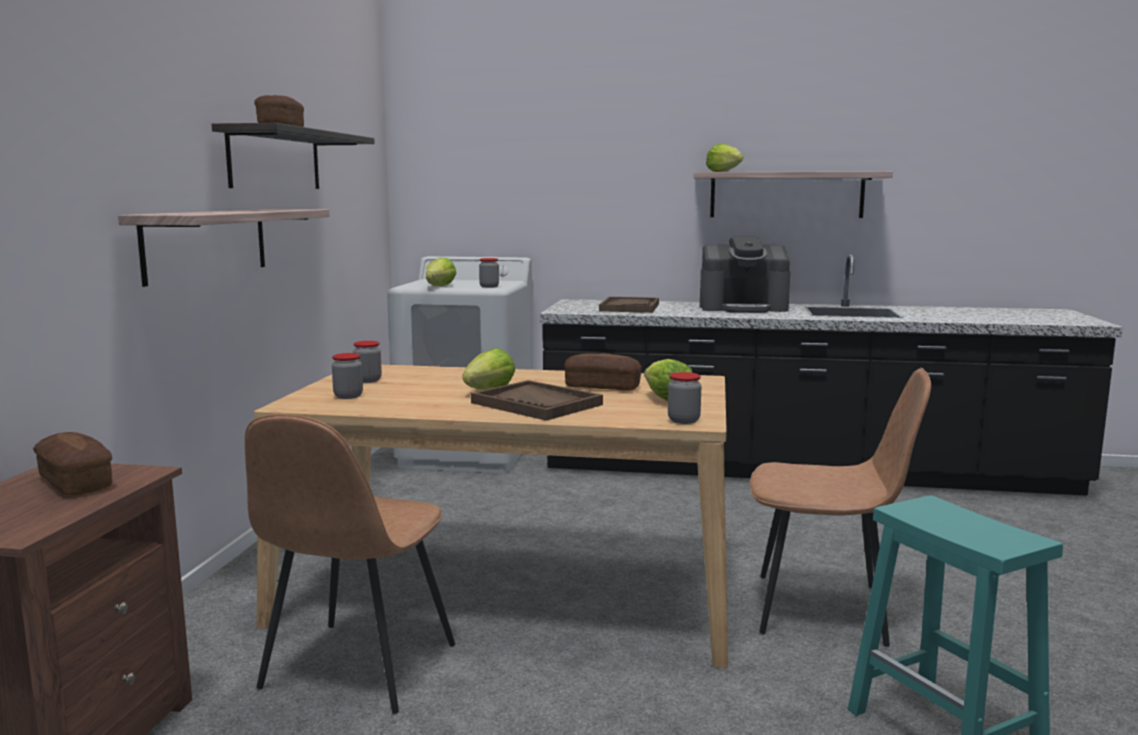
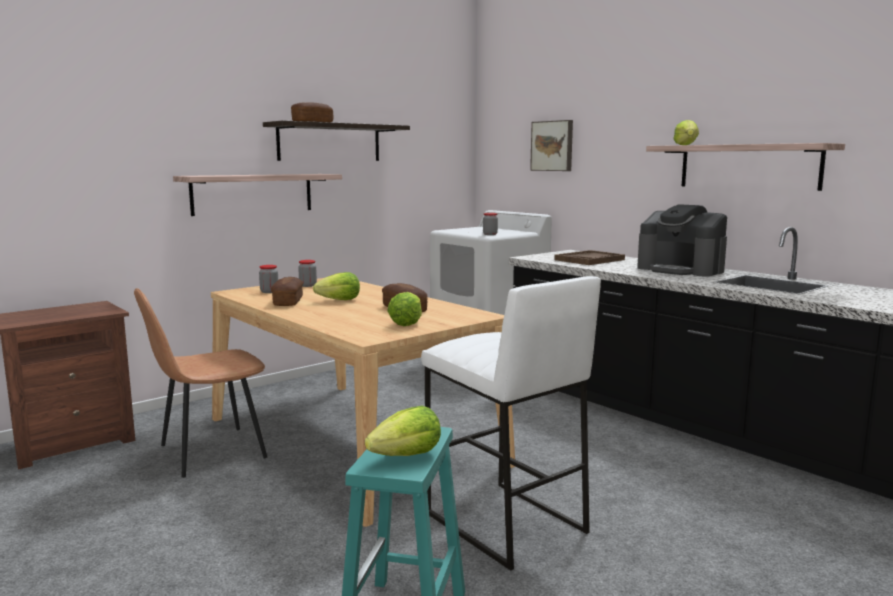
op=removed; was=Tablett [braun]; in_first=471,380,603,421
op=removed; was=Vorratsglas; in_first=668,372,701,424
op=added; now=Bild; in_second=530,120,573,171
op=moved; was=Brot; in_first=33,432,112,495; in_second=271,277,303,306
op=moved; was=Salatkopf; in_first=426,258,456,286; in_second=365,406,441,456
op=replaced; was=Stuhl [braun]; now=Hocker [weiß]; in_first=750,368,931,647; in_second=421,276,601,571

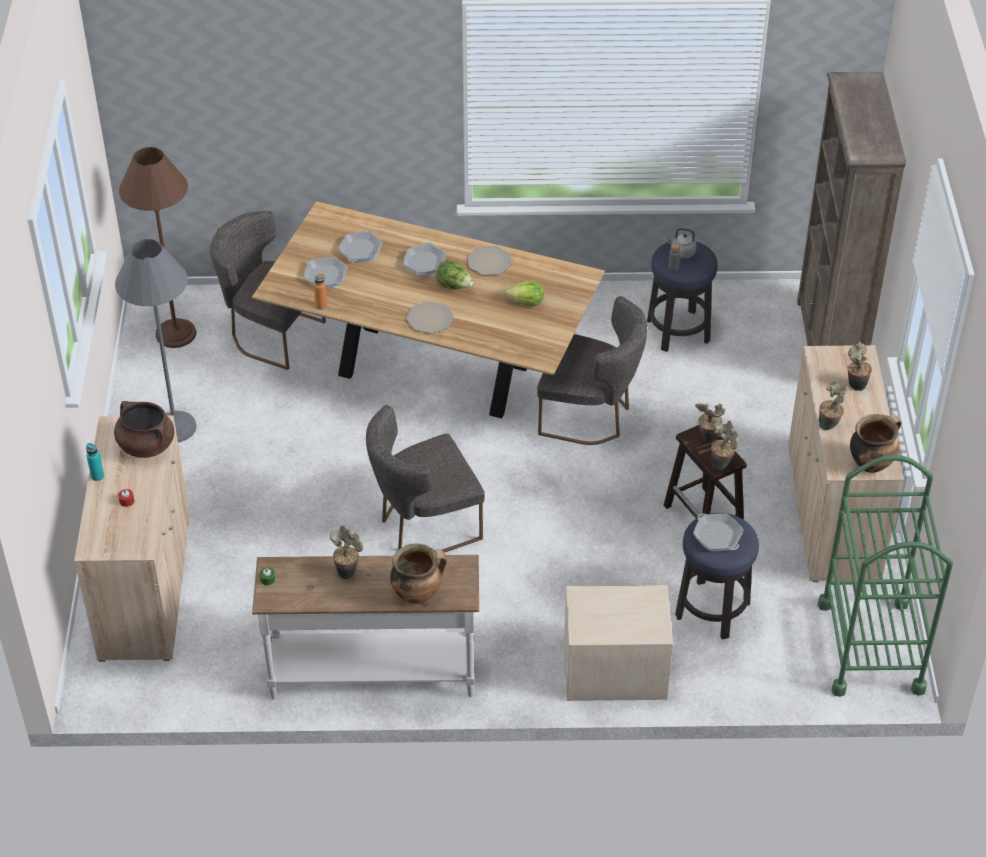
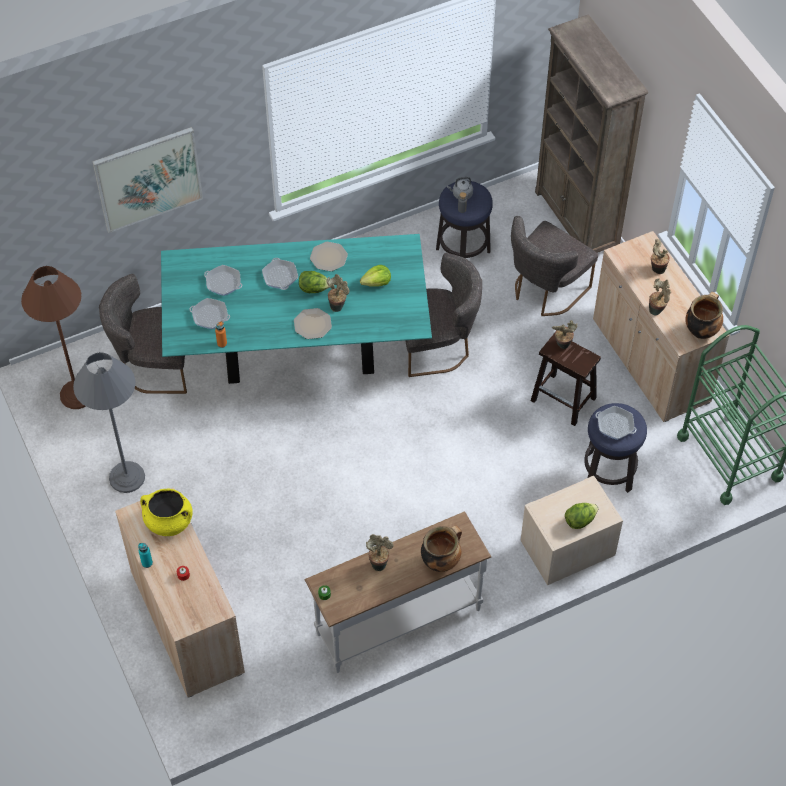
op=added; now=Bild; in_second=92,127,203,233
op=added; now=Salatkopf; in_second=565,503,599,529
op=moved; was=Stuhl [grau]; in_first=366,405,485,553; in_second=511,216,598,316
op=moved; was=Topfpflanze; in_first=711,420,739,470; in_second=326,274,349,312
op=recoloured; was=Kochtopf [braun]; now=Kochtopf [gelb]; in_first=114,401,174,458; in_second=140,489,193,536
op=recoloured; was=Esstisch [braun]; now=Esstisch [türkis]; in_first=252,201,605,418; in_second=161,234,432,384
op=turned; was=Pfanne; in_first=339,230,383,262; in_second=204,265,243,296; clockwise=120

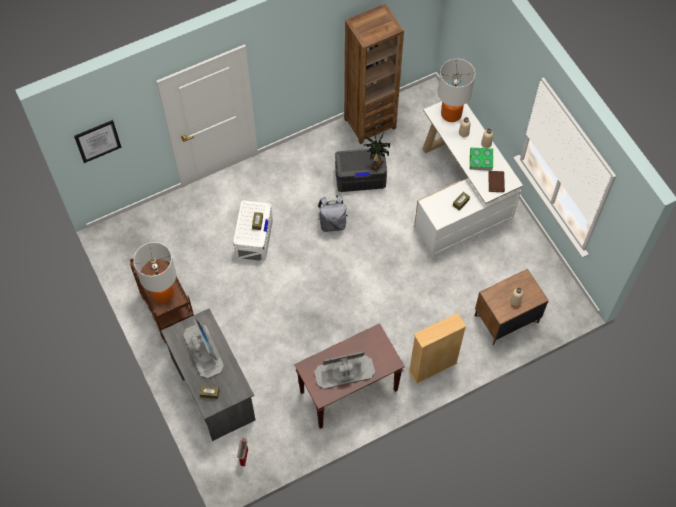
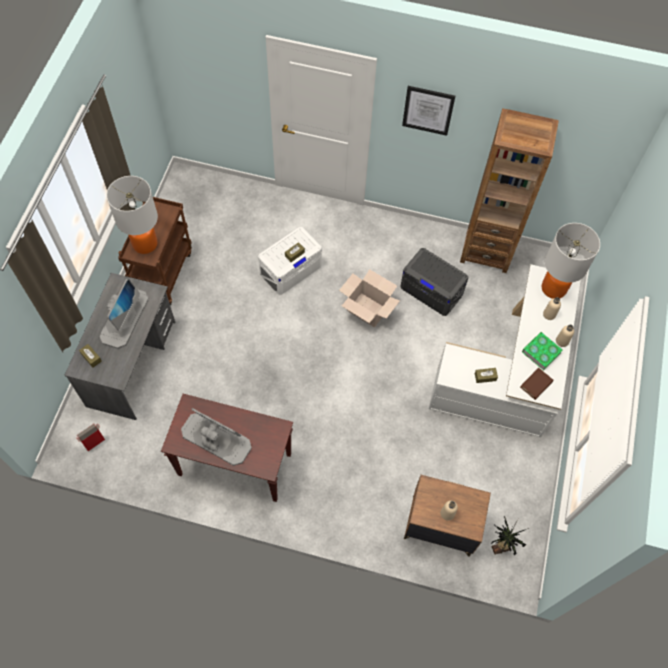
op=removed; was=Bücherregal [beige]; in_first=408,313,466,384
op=moved; was=Bild; in_first=74,120,122,163; in_second=402,86,455,136
op=moved; was=Topfpflanze; in_first=364,133,390,171; in_second=491,516,529,556
op=replaced; was=Rucksack [grau]; now=Karton; in_first=318,195,347,232; in_second=339,269,400,327

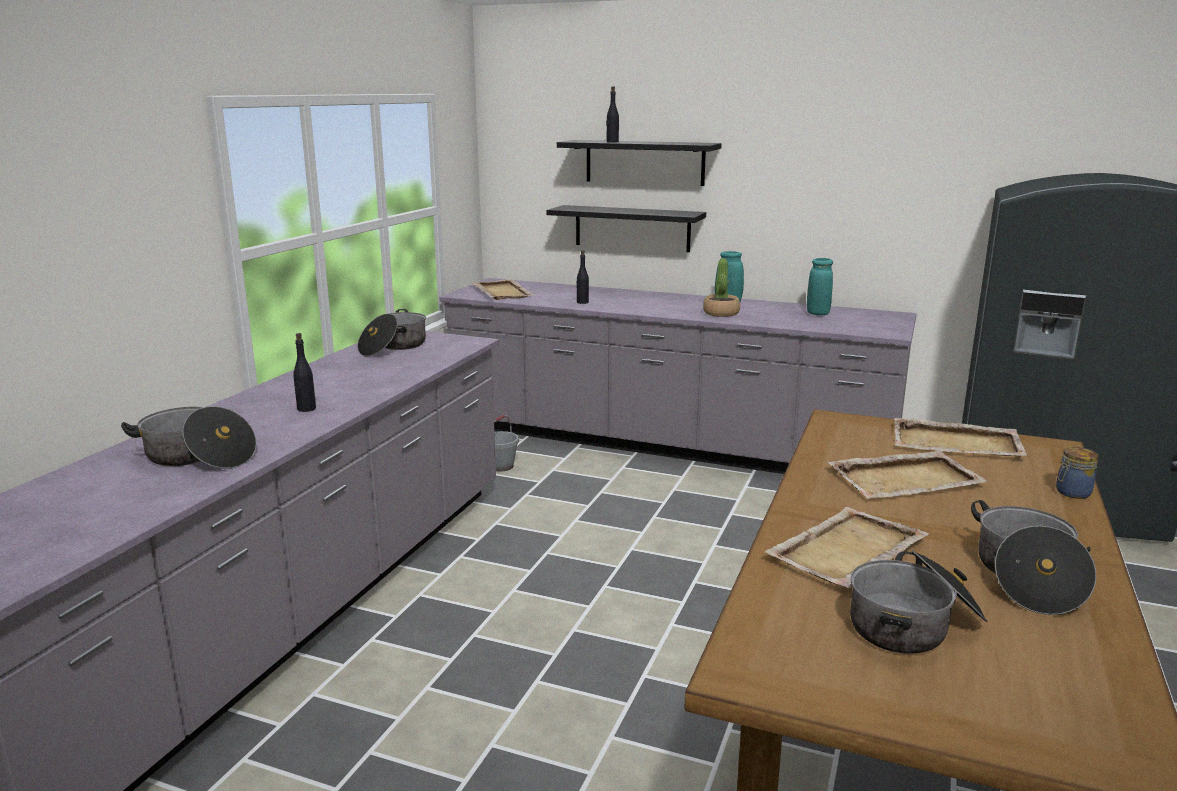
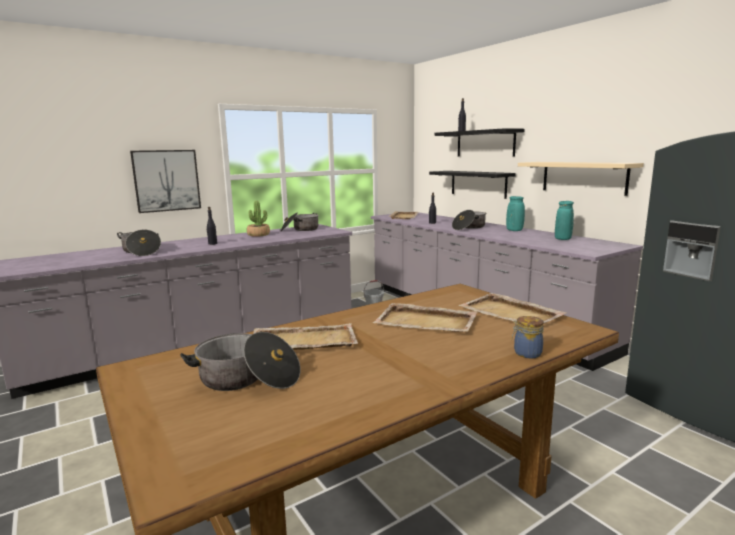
op=added; now=Bild; in_second=130,150,201,213
op=added; now=Wandregal [beige]; in_second=518,162,644,196
op=moved; was=Topfpflanze; in_first=703,258,740,317; in_second=247,201,270,237
op=moved; was=Kochtopf; in_first=971,500,1096,615; in_second=452,210,486,230

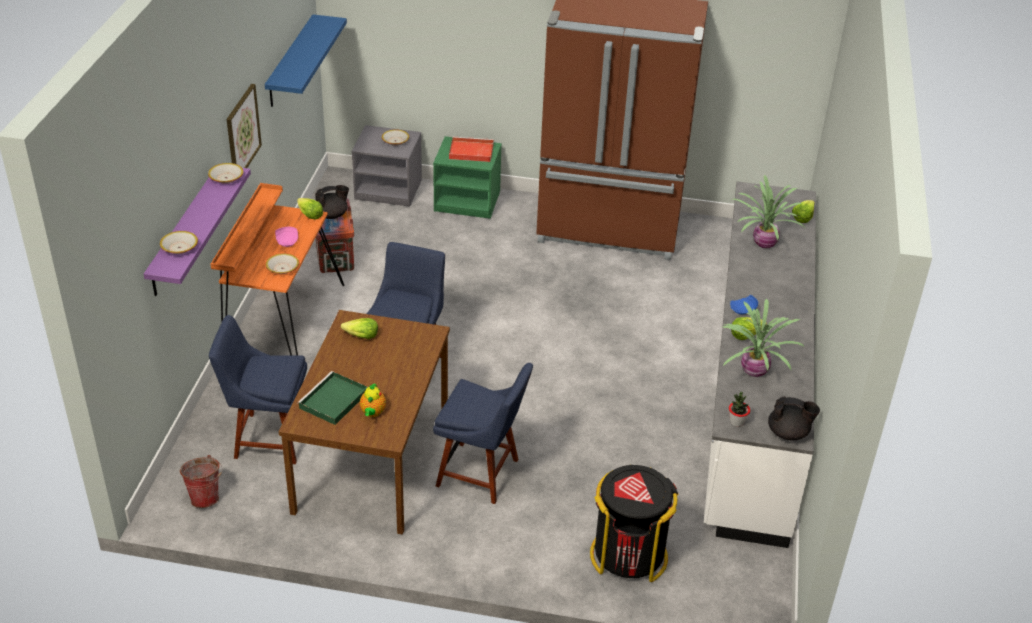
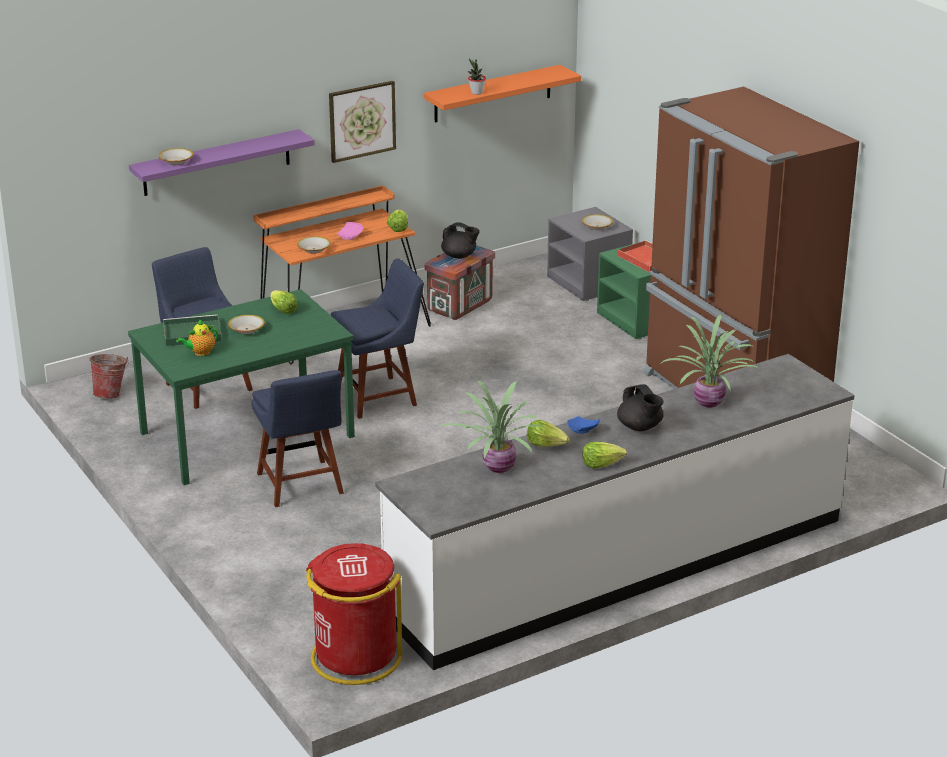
op=removed; was=Mülleimer [schwarz]; in_first=590,465,678,582
op=added; now=Mülleimer [rot]; in_second=306,543,402,685
op=moved; was=Schüssel; in_first=208,163,244,184; in_second=228,315,265,334
op=moved; was=Topfpflanze; in_first=729,392,750,427; in_second=468,58,486,95
op=moved; was=Teekanne [schwarz]; in_first=768,396,820,440; in_second=617,384,664,431
op=moved; was=Salatkopf; in_first=792,200,815,223; in_second=582,442,627,469
op=recoloured; was=Wandregal [blau]; now=Wandregal [orange]; in_first=265,14,347,107; in_second=424,65,581,122
op=recoloured; was=Esstisch [braun]; now=Esstisch [grün]; in_first=279,310,450,535; in_second=128,289,355,485

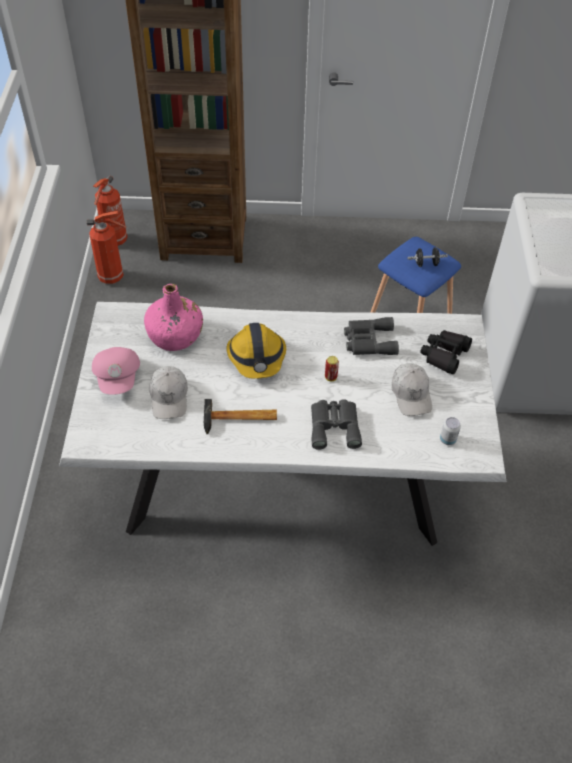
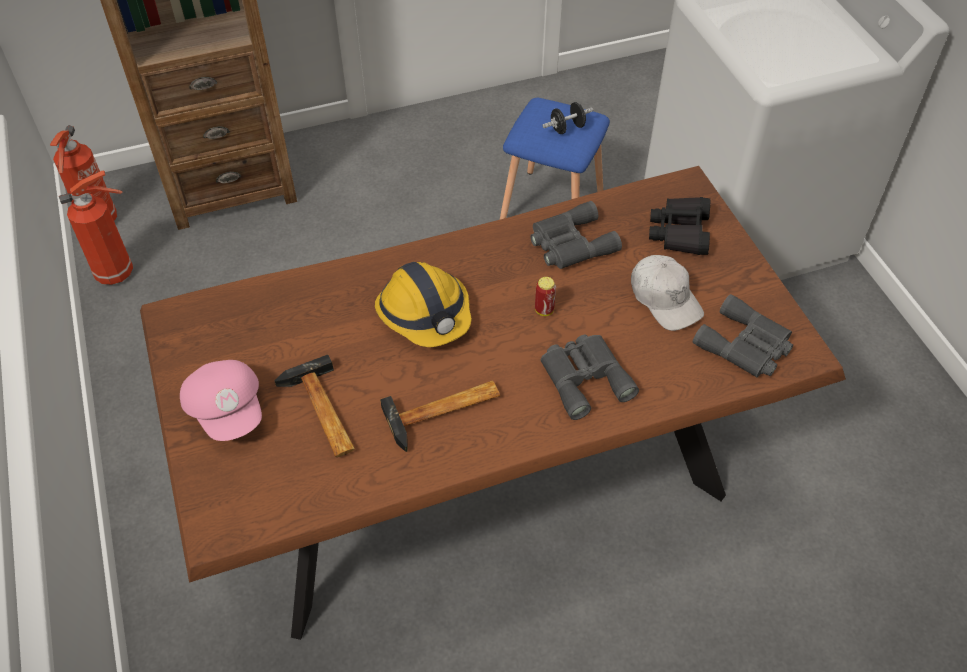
op=removed; was=Flasche [rosa]; in_first=144,284,203,351
op=replaced; was=Kappe [weiß]; now=Hammer; in_first=149,366,188,419; in_second=274,355,355,457
op=replaced; was=Dose; now=Fernglas [grau]; in_first=440,417,461,445; in_second=693,294,793,378
op=recoloured; was=Esstisch [weiß]; now=Esstisch [braun]; in_first=59,302,507,546; in_second=140,166,846,640

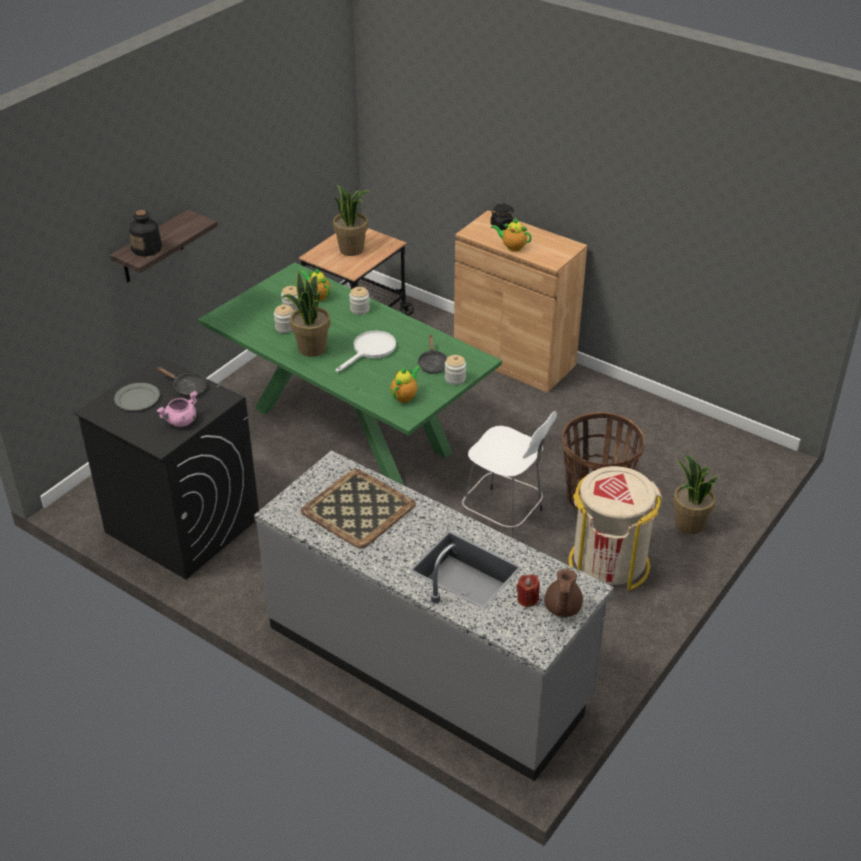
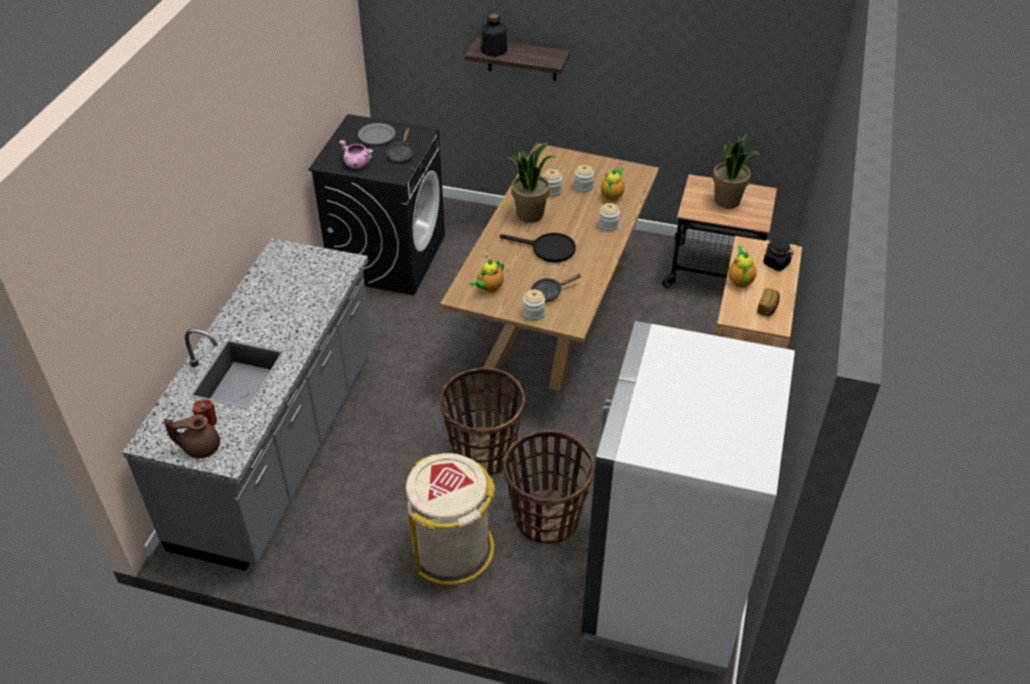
op=removed; was=Tablett; in_first=301,469,416,549
op=removed; was=Topfpflanze; in_first=673,455,718,534
op=added; now=Kühlschrank [weiß]; in_second=581,321,795,676
op=added; now=Brot; in_second=757,288,780,316
op=replaced; was=Hocker [weiß]; now=Korb; in_first=462,411,557,539; in_second=440,367,525,475
op=recoloured; was=Esstisch [grün]; now=Esstisch [braun]; in_first=198,262,502,485; in_second=440,143,659,391
op=recoloured; was=Pfanne [weiß]; now=Pfanne [schwarz]; in_first=336,330,396,372; in_second=500,233,576,263
op=turned; was=Teekanne; in_first=391,366,420,403; in_second=470,259,504,293; clockwise=120

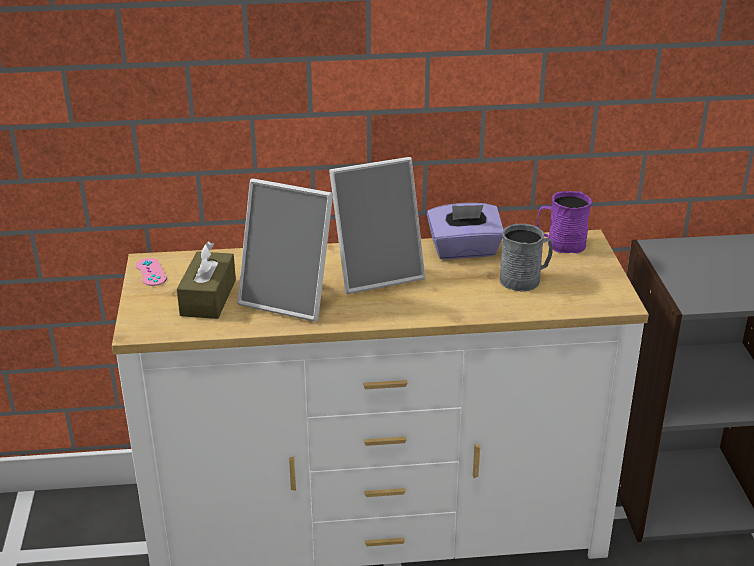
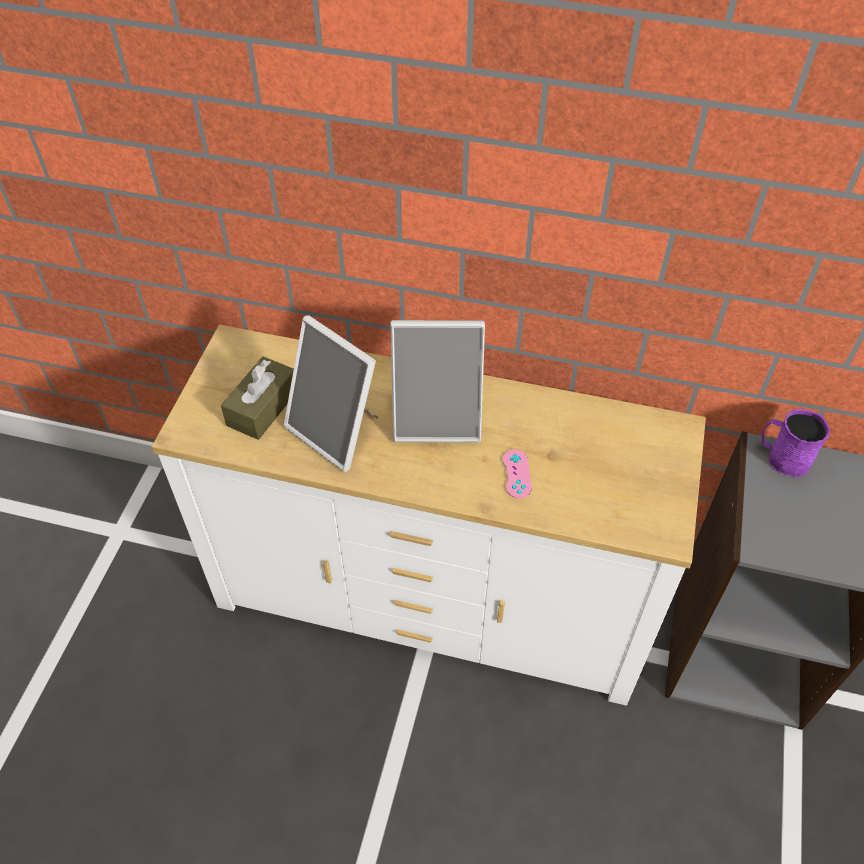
op=removed; was=Taschentuchbox [lila]; in_first=427,203,504,259
op=removed; was=Henkelbecher [grau]; in_first=499,224,553,292
op=moved; was=Gamepad [rosa]; in_first=136,258,167,286; in_second=502,449,532,498
op=moved; was=Henkelbecher [lila]; in_first=537,191,592,253; in_second=762,409,830,478

